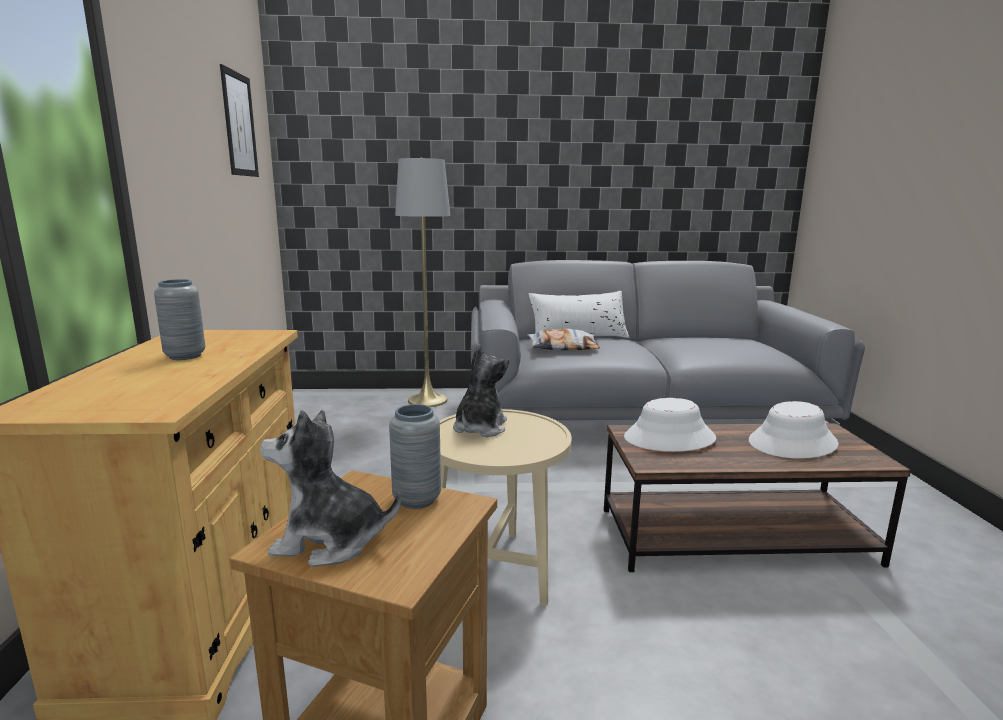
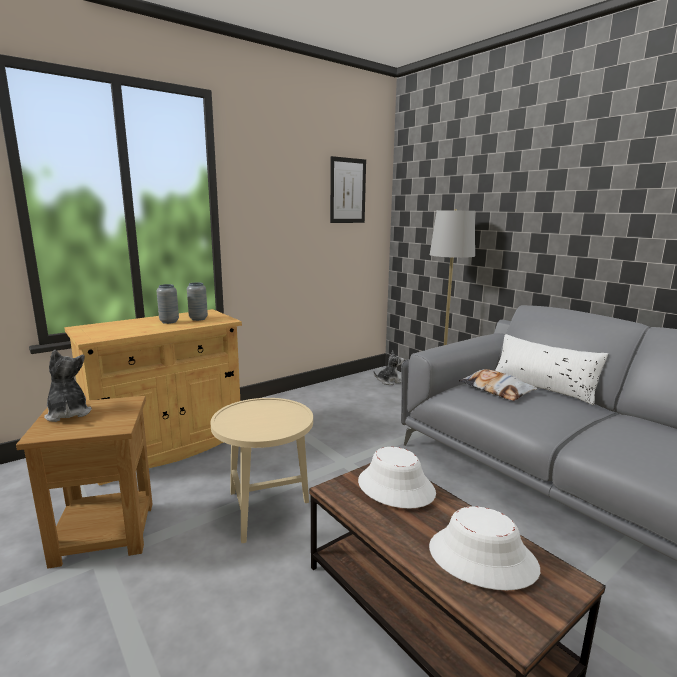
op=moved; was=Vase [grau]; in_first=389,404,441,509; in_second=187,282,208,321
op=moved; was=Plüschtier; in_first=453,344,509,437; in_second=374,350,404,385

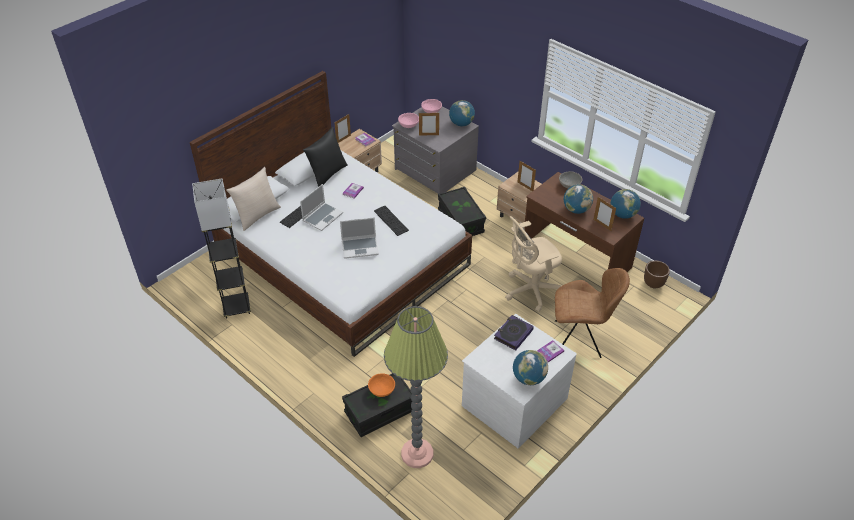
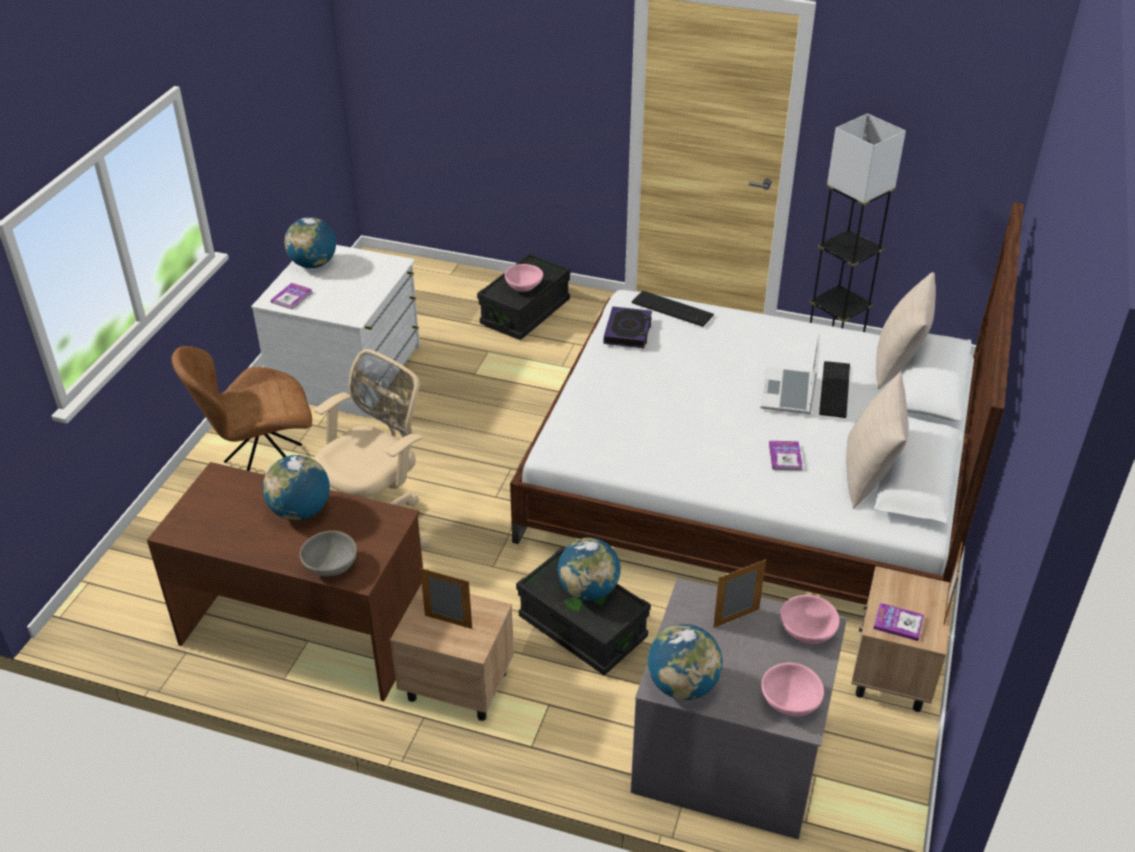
op=removed; was=Laptop; in_first=340,217,379,259
op=removed; was=Stehlampe; in_first=384,306,448,468
op=removed; was=Bilderrahmen; in_first=594,197,616,231
op=removed; was=Pflanzkübel [braun]; in_first=644,261,670,288
op=moved; was=Tastatur; in_first=374,206,409,236; in_second=632,291,714,327
op=moved; was=Buch; in_first=494,315,534,351; in_second=604,306,652,348
op=moved; was=Globus; in_first=610,189,641,219; in_second=558,538,620,601
op=recoloured; was=Kissen [schwarz]; now=Kissen [beige]; in_first=303,127,347,187; in_second=846,373,909,509
op=recoloured; was=Schüssel [orange]; now=Schüssel [rosa]; in_first=368,373,395,397; in_second=505,264,543,292

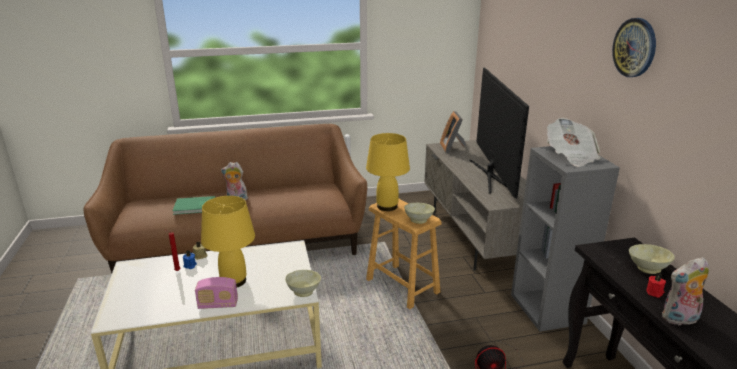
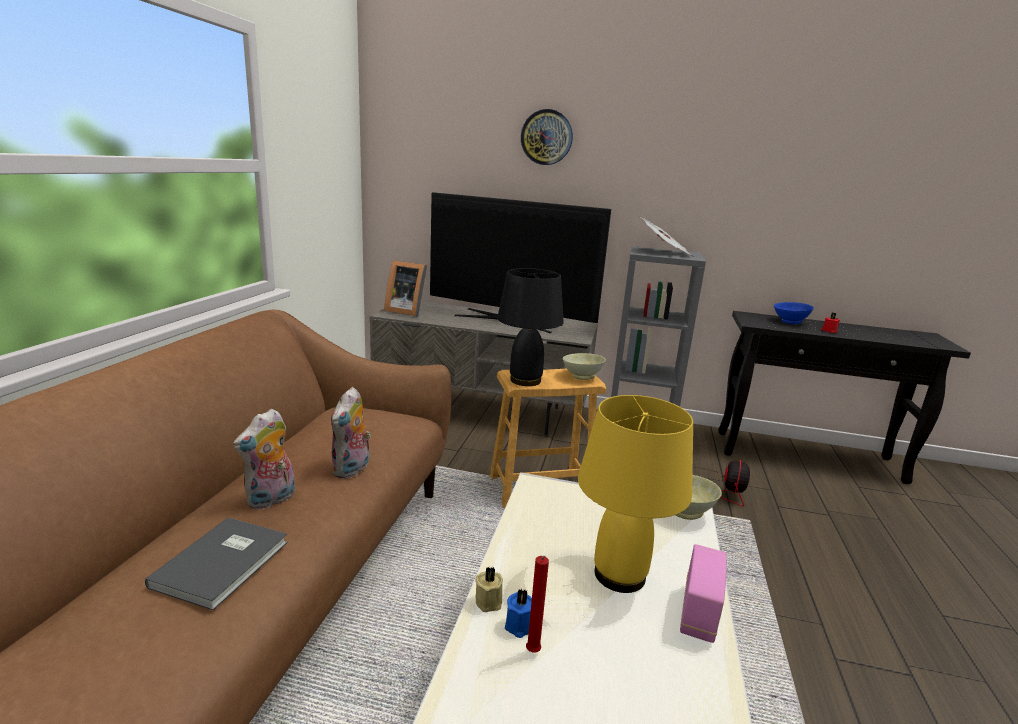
op=moved; was=Wanduhr; in_first=612,18,656,77; in_second=521,109,573,165
op=moved; was=Plüschtier; in_first=662,257,709,327; in_second=331,387,371,479
op=recoloured; was=Buch [grün]; now=Buch [grau]; in_first=172,196,215,215; in_second=145,517,288,610
op=recoloured; was=Tischlampe [gelb]; now=Tischlampe [schwarz]; in_first=366,133,410,211; in_second=497,268,564,386
op=recoloured; was=Schüssel [beige]; now=Schüssel [blau]; in_first=629,244,675,274; in_second=774,302,814,324

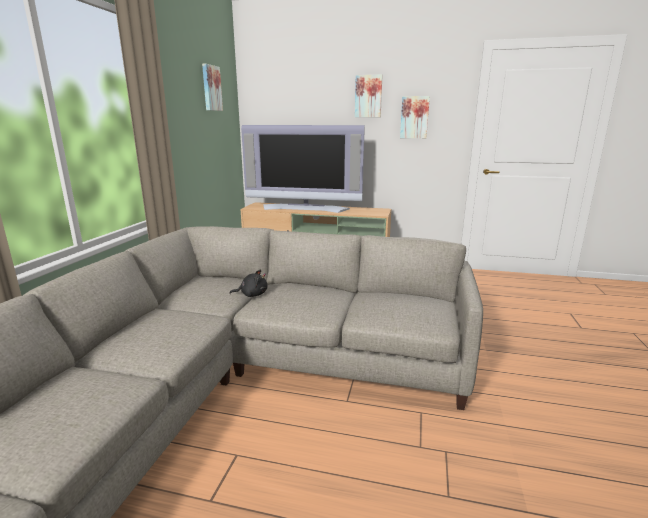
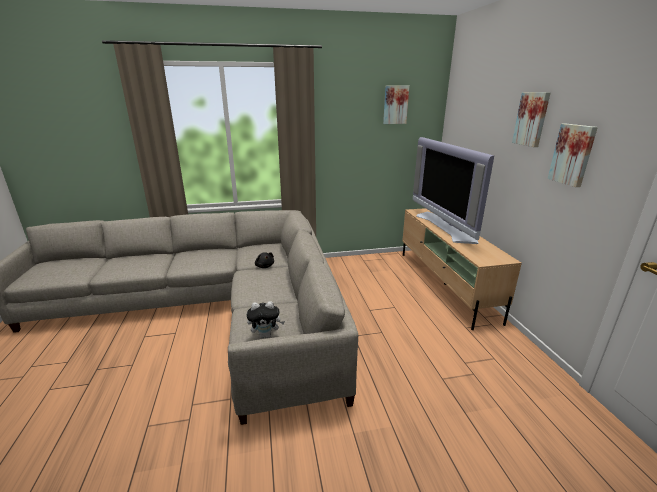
op=added; now=Plüschtier; in_second=247,301,285,338

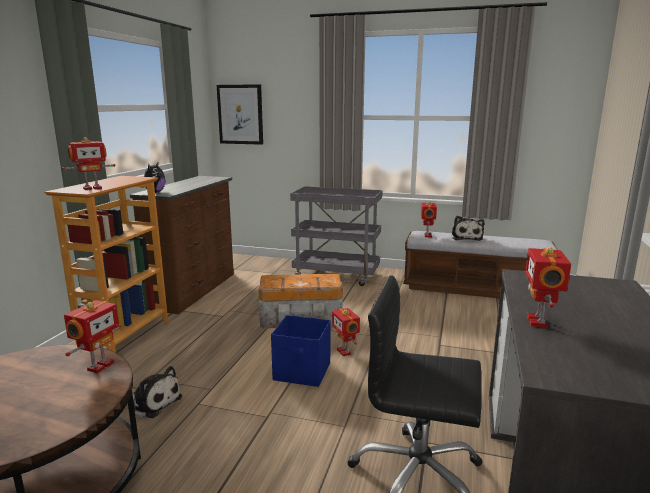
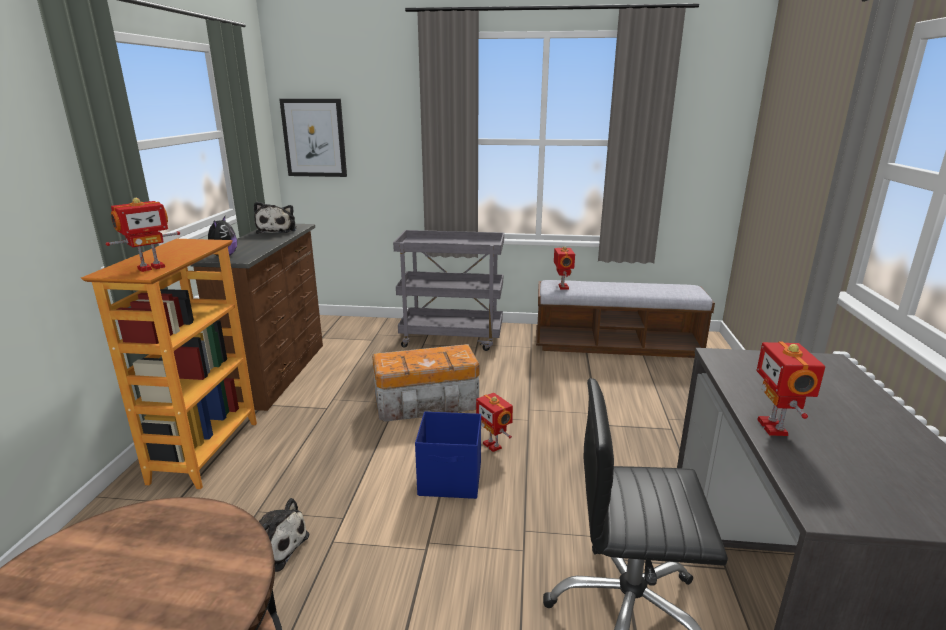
op=removed; was=Spielzeugroboter; in_first=64,300,121,373
op=moved; was=Plüschtier; in_first=452,216,484,241; in_second=254,202,297,234

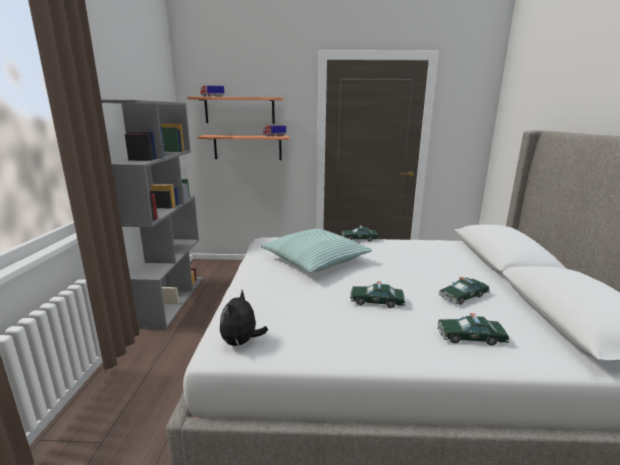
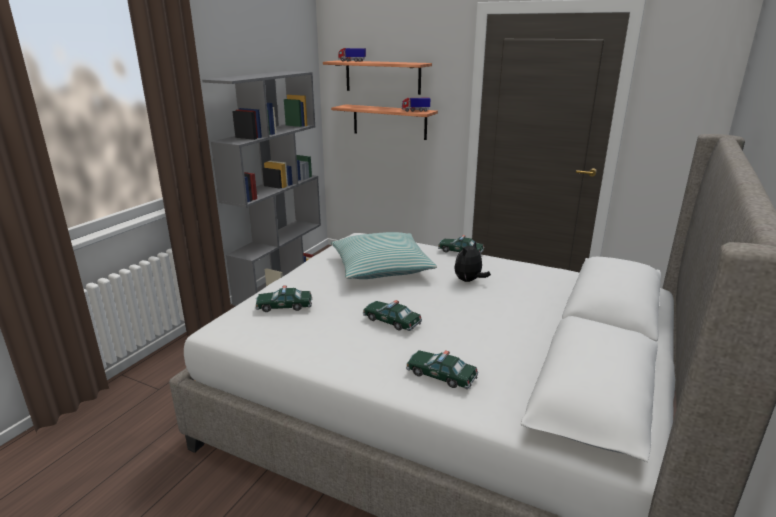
op=moved; was=Plüschtier; in_first=220,290,268,346; in_second=454,241,491,282
op=moved; was=Spielzeugauto; in_first=439,277,490,305; in_second=256,285,312,312

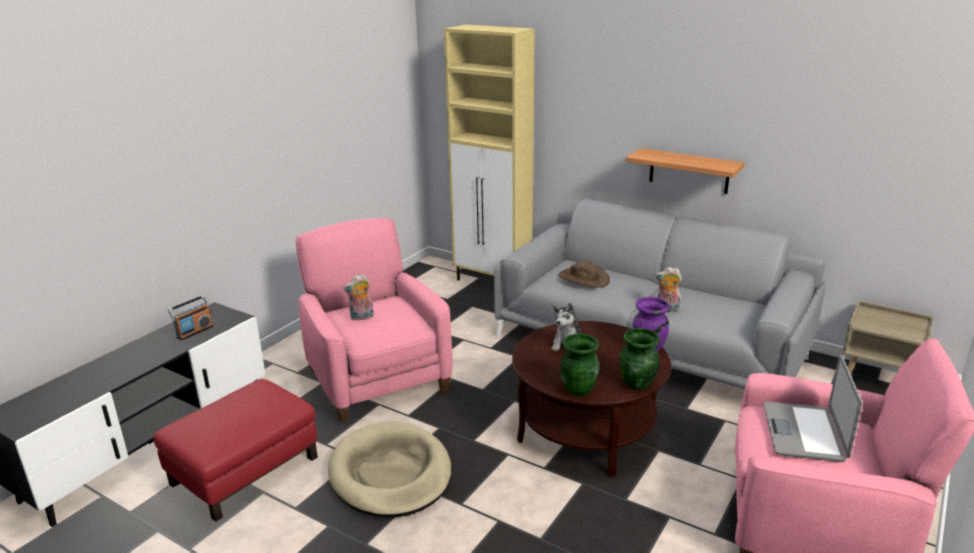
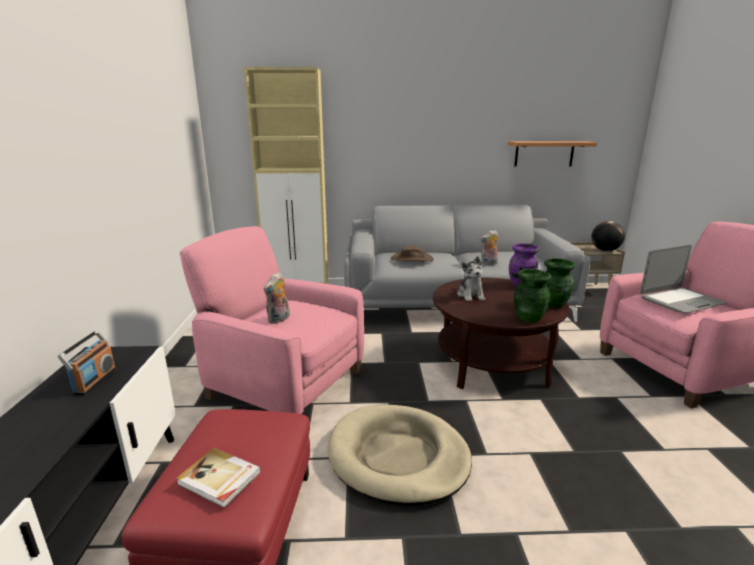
op=added; now=Buch; in_second=176,448,261,508
op=added; now=Globus; in_second=591,221,625,251
op=moved; was=Wandregal; in_first=626,148,744,194; in_second=508,141,597,167
op=turned; was=Laptop; in_first=764,355,863,462; in_second=640,245,727,313; clockwise=-90

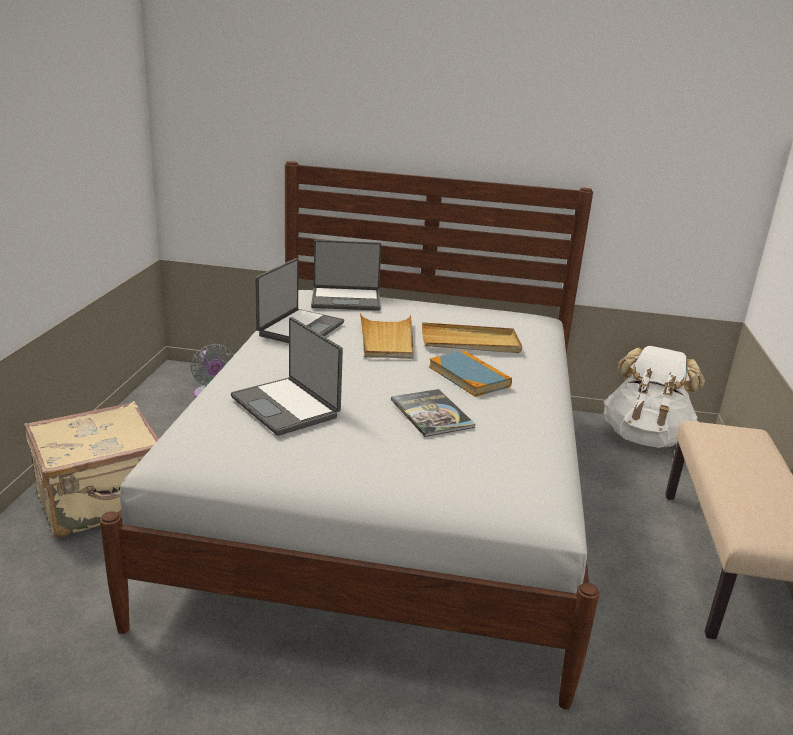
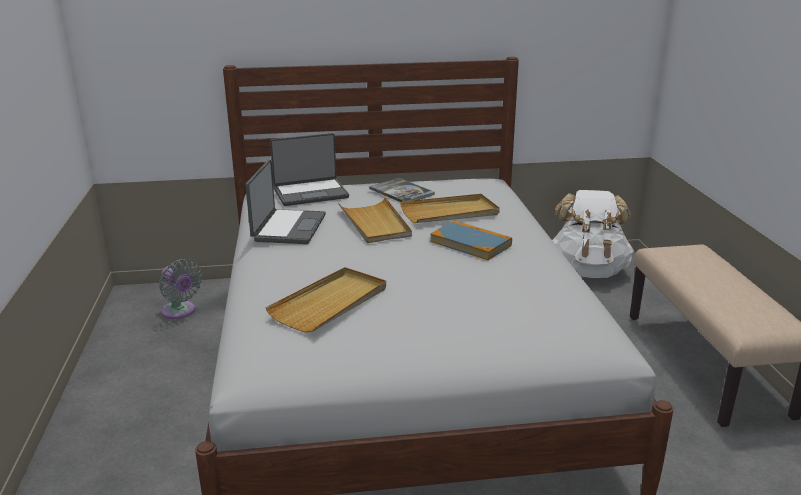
op=removed; was=Koffer [beige]; in_first=24,401,159,538
op=moved; was=Buch; in_first=391,389,475,437; in_second=369,178,435,202
op=replaced; was=Laptop; now=Tablett [beige]; in_first=231,317,343,436; in_second=265,267,386,332

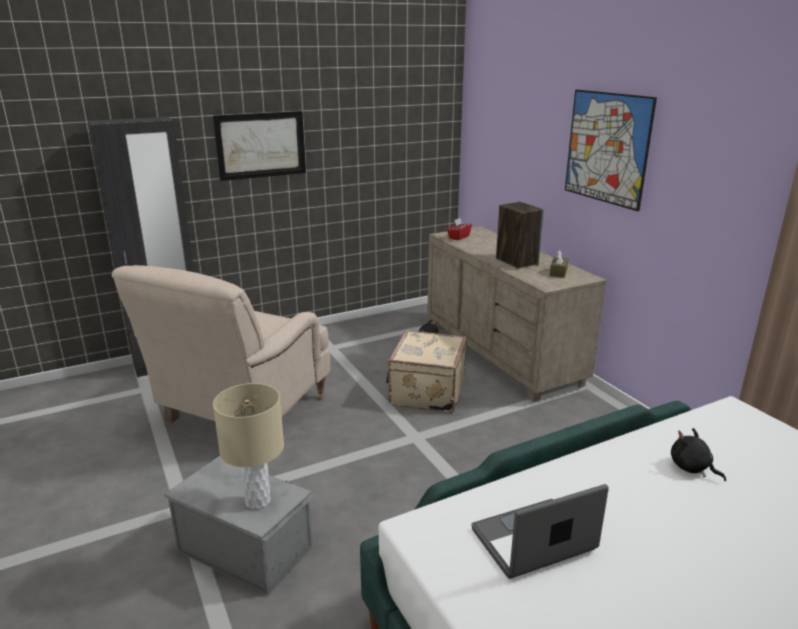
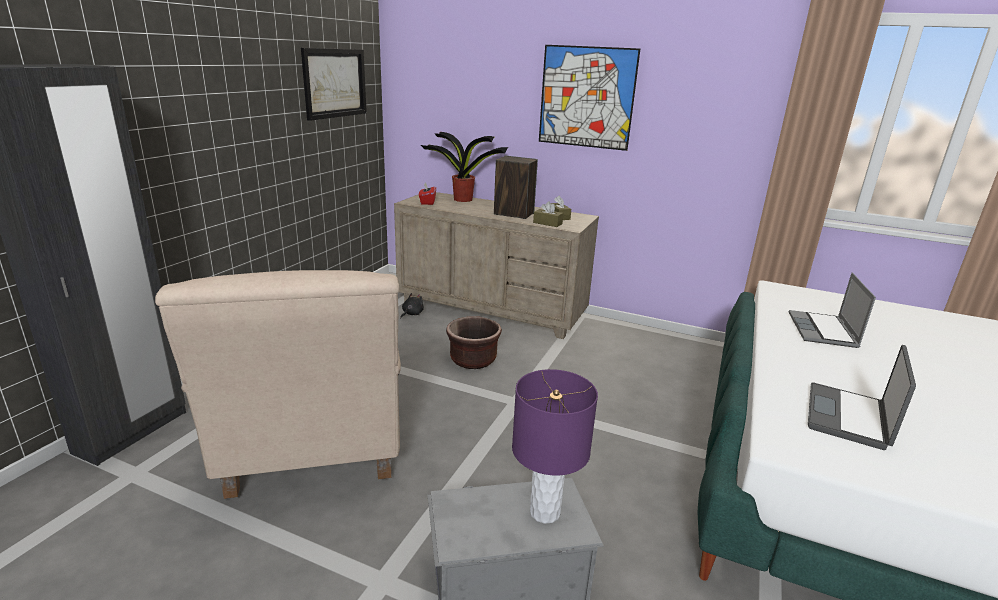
op=added; now=Topfpflanze; in_second=421,132,508,202
op=added; now=Taschentuchbox [braun]; in_second=533,202,563,227
op=moved; was=Bild; in_first=213,111,306,181; in_second=301,48,367,121
op=replaced; was=Koffer [beige]; now=Pflanzkübel [braun]; in_first=386,330,467,413; in_second=446,316,502,369
op=replaced; was=Plüschtier [schwarz]; now=Laptop; in_first=671,428,726,481; in_second=789,273,876,348
op=recoloured; was=Tischlampe [beige]; now=Tischlampe [lila]; in_first=213,383,284,509; in_second=512,369,598,524

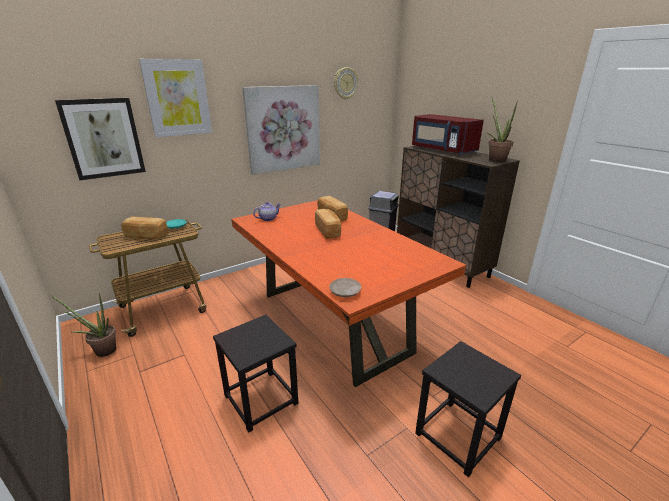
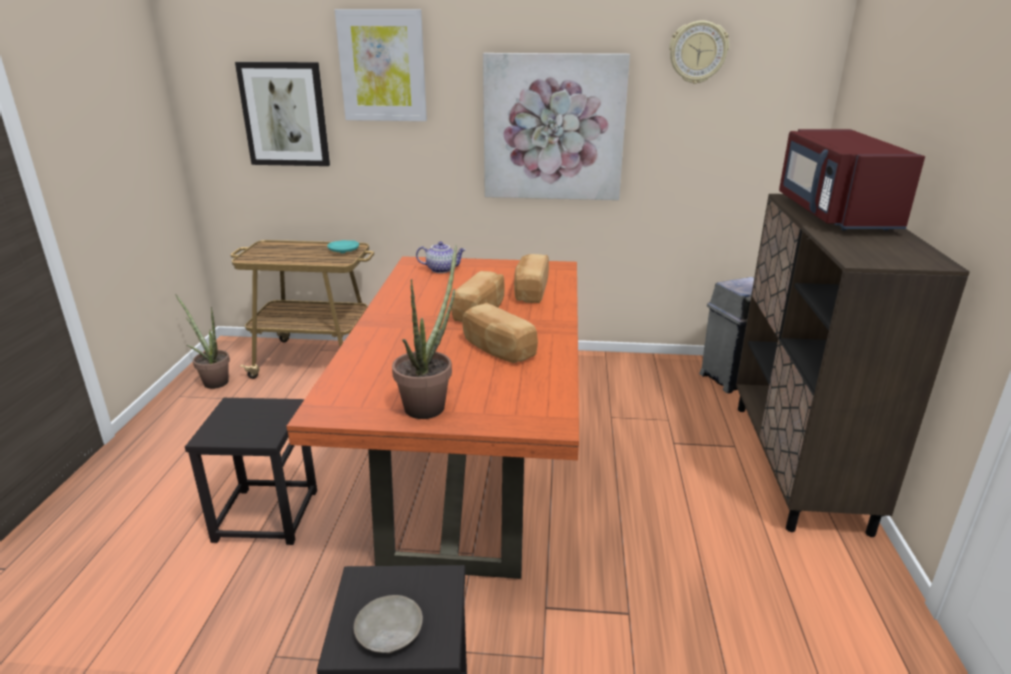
op=moved; was=Brot; in_first=121,217,168,239; in_second=462,303,538,363
op=moved; was=Teller [beige]; in_first=329,278,361,297; in_second=354,595,423,653
op=moved; was=Topfpflanze; in_first=487,96,518,163; in_second=392,245,457,419

